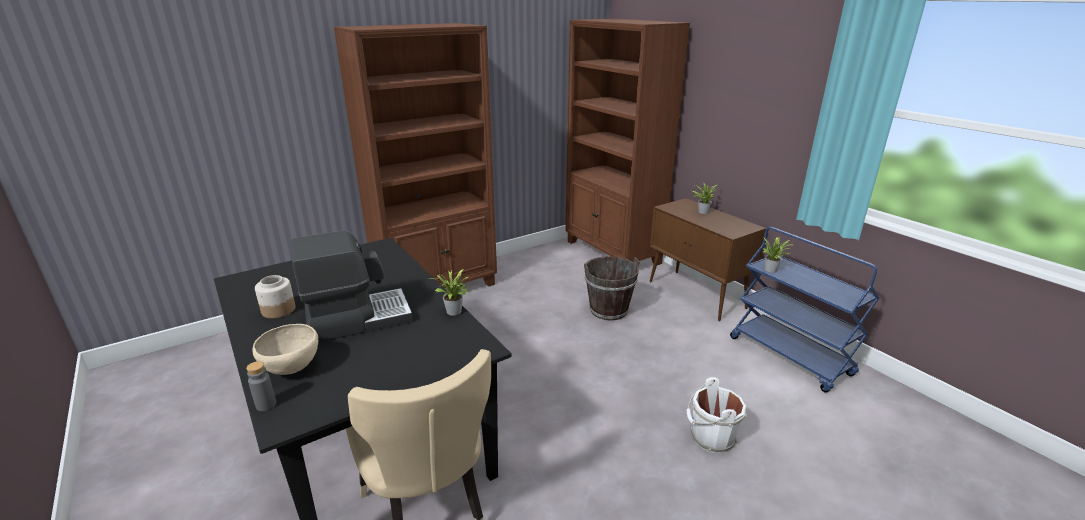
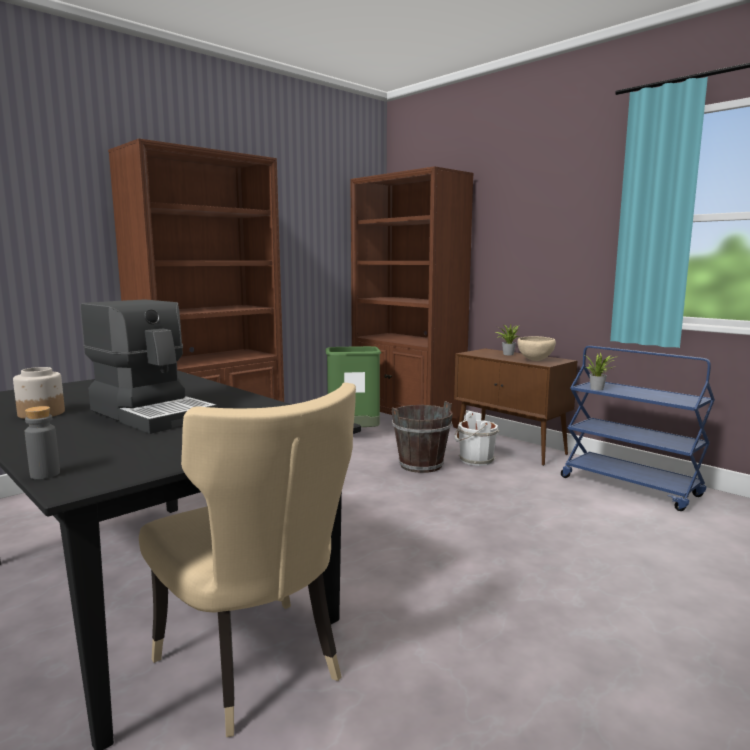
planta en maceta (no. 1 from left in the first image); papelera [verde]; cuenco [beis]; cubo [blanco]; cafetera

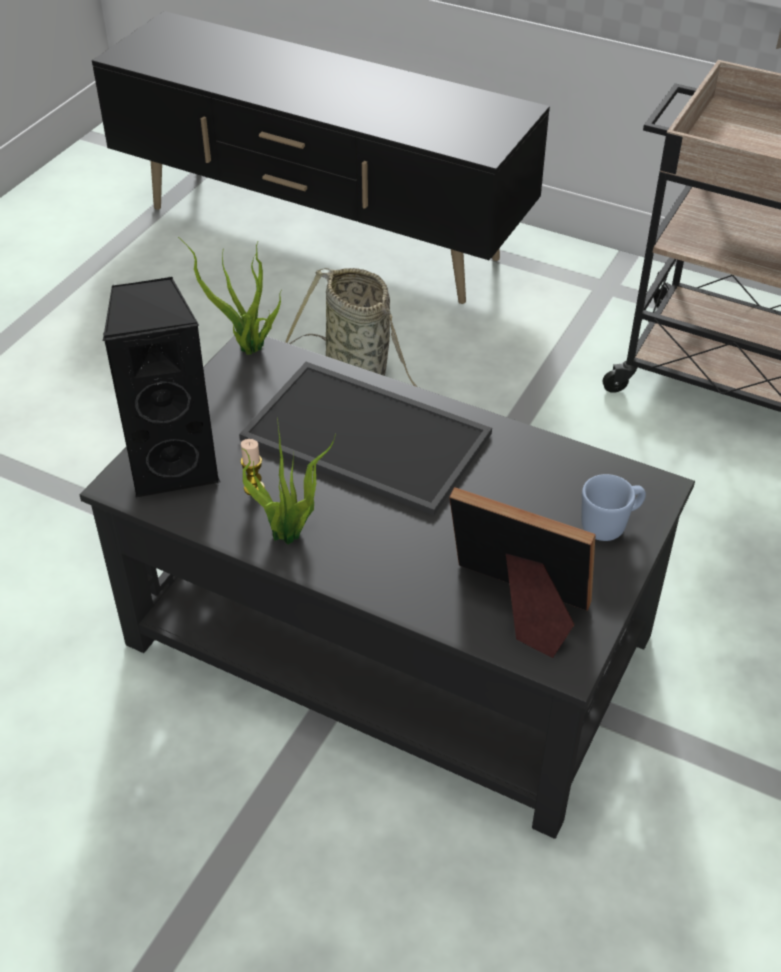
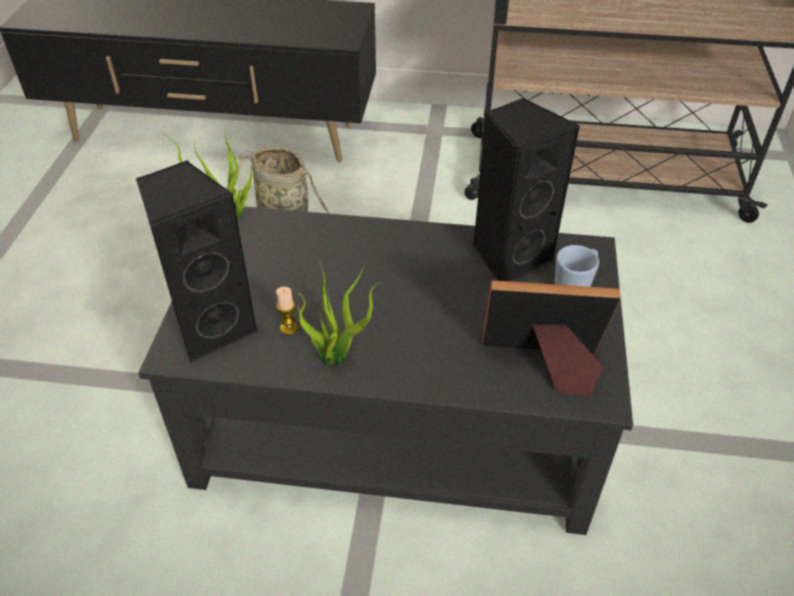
bandeja; altavoz [negro] (no. 2 from left)

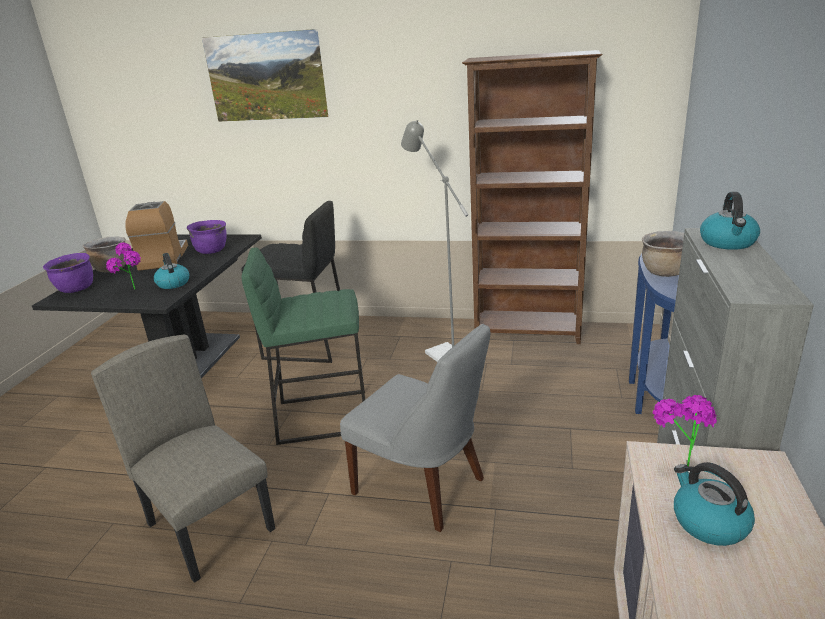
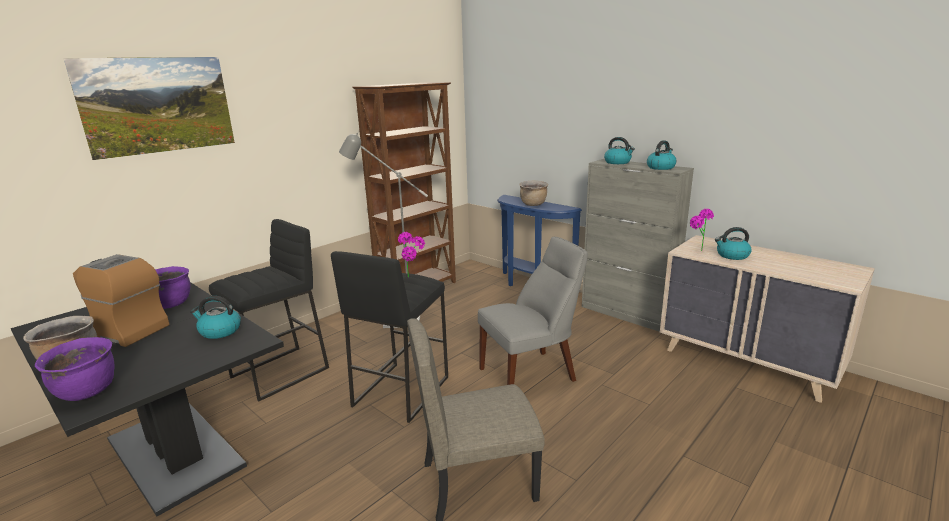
hervidor (no. 3 from left); planta en maceta (no. 1 from left); taburete [negro] (no. 2 from left)

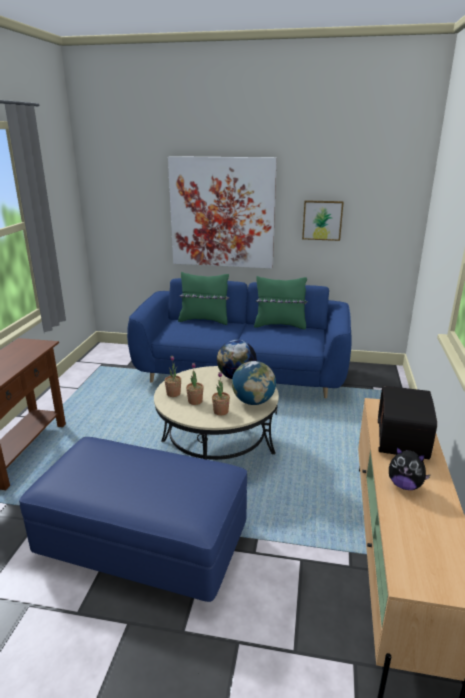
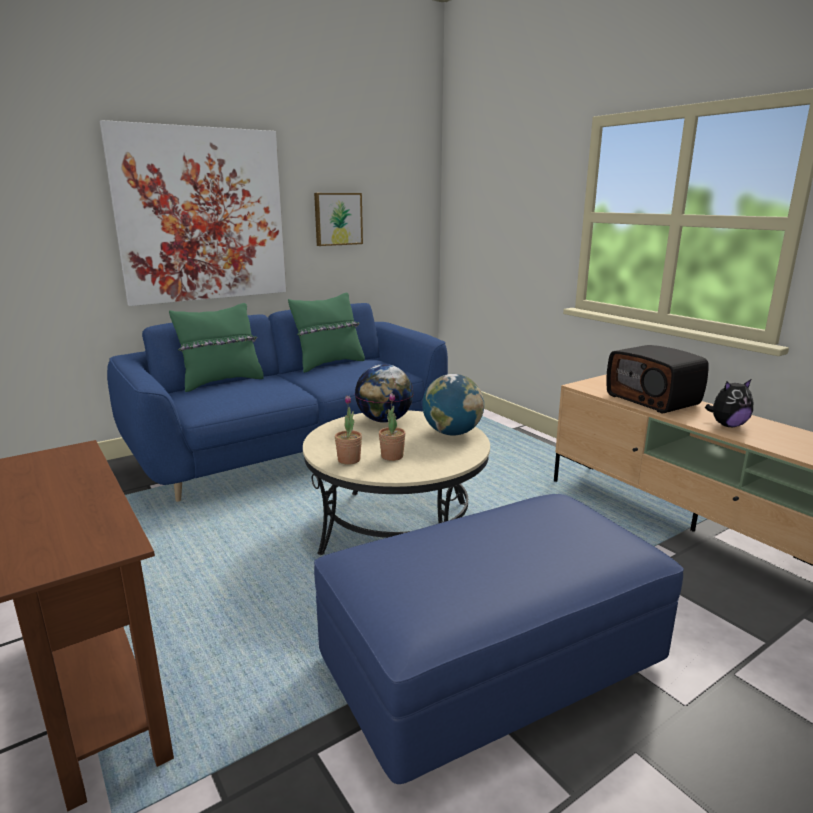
planta en maceta (no. 3 from left in the first image)

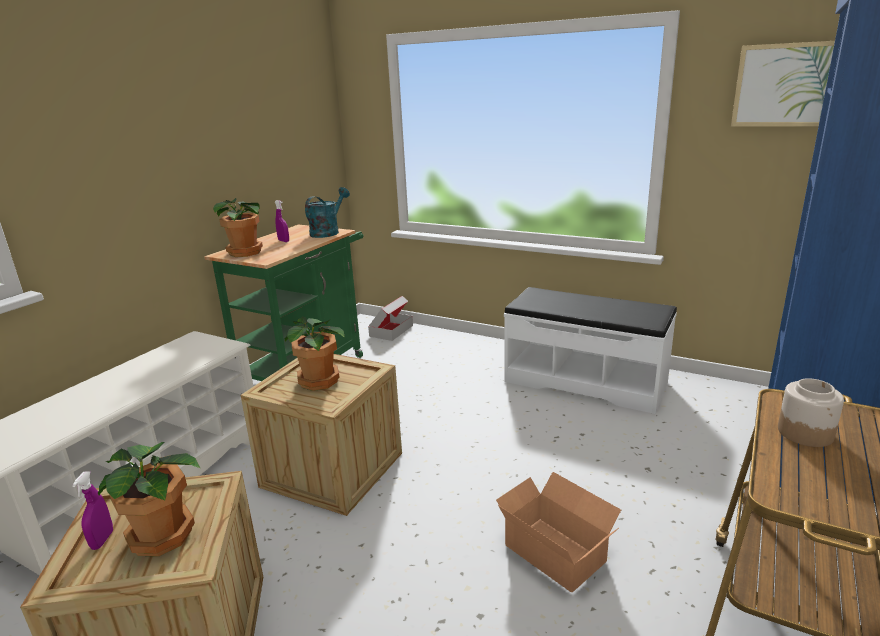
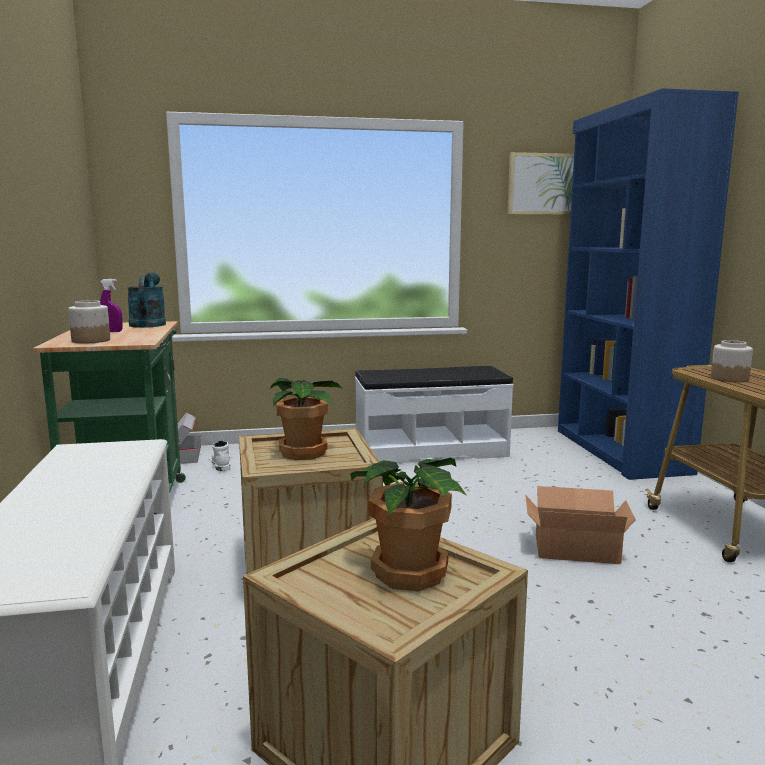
pulverizador [morado] (no. 1 from left in the first image); bota [blanco]; tarro (no. 1 from left)

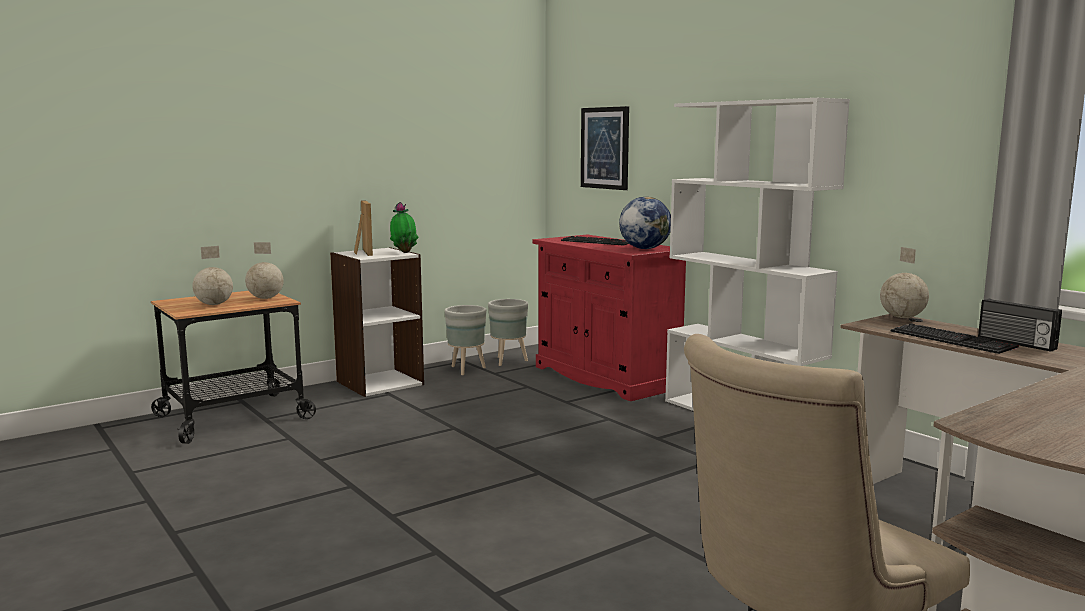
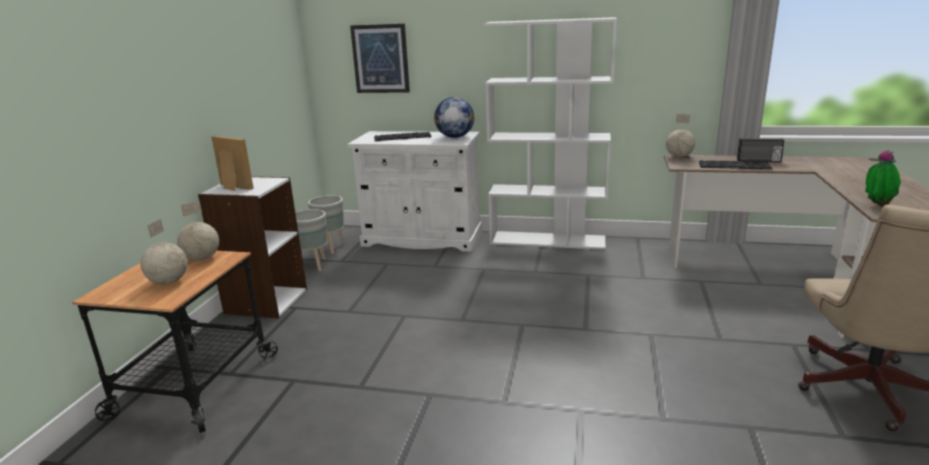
planta en maceta; armario [blanco]

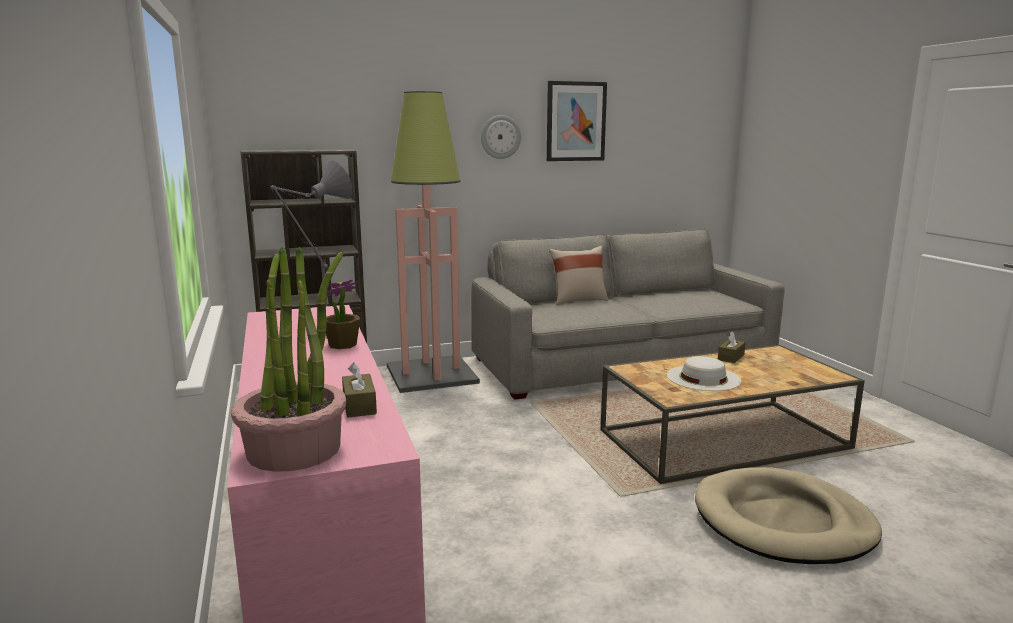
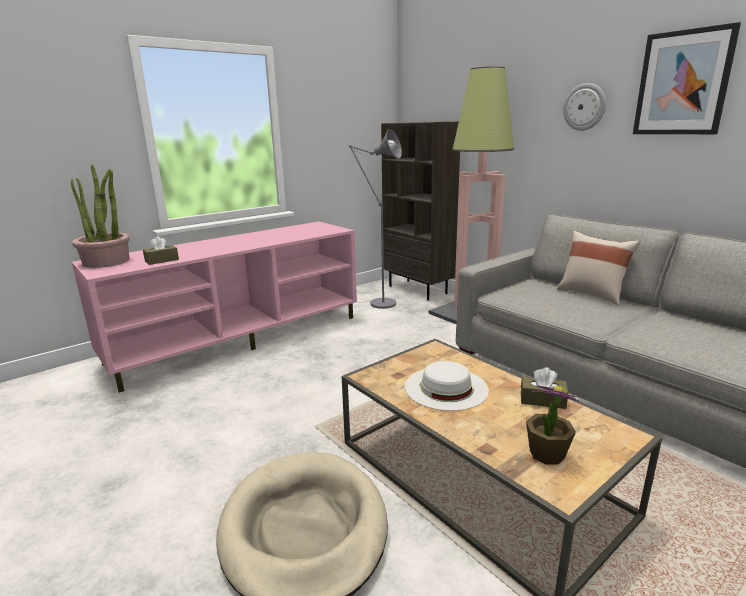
planta en maceta (no. 2 from left)

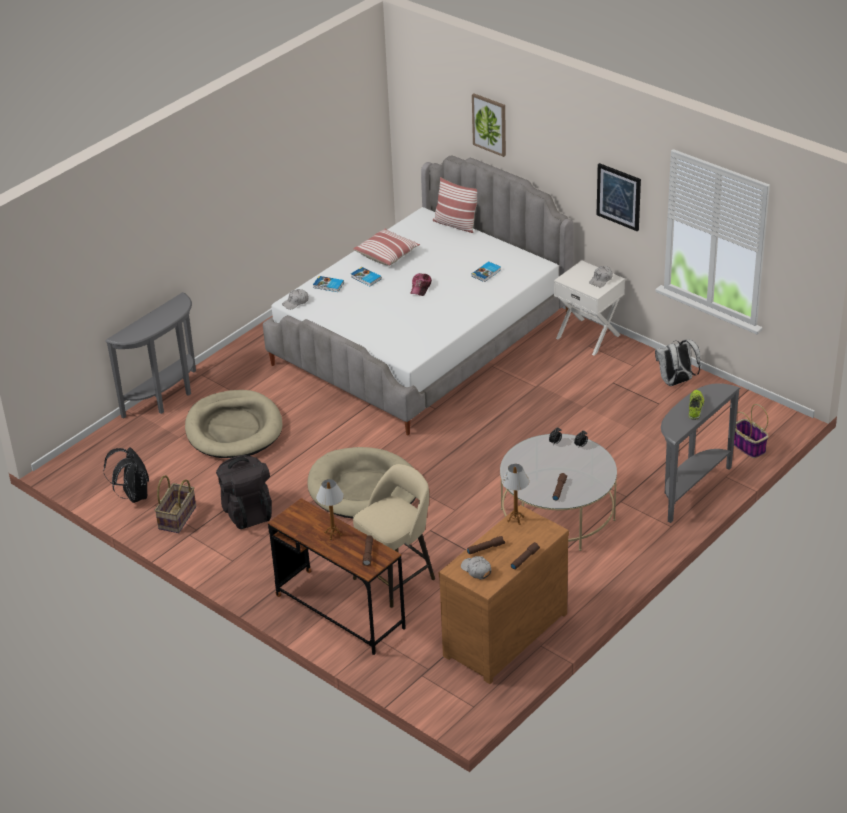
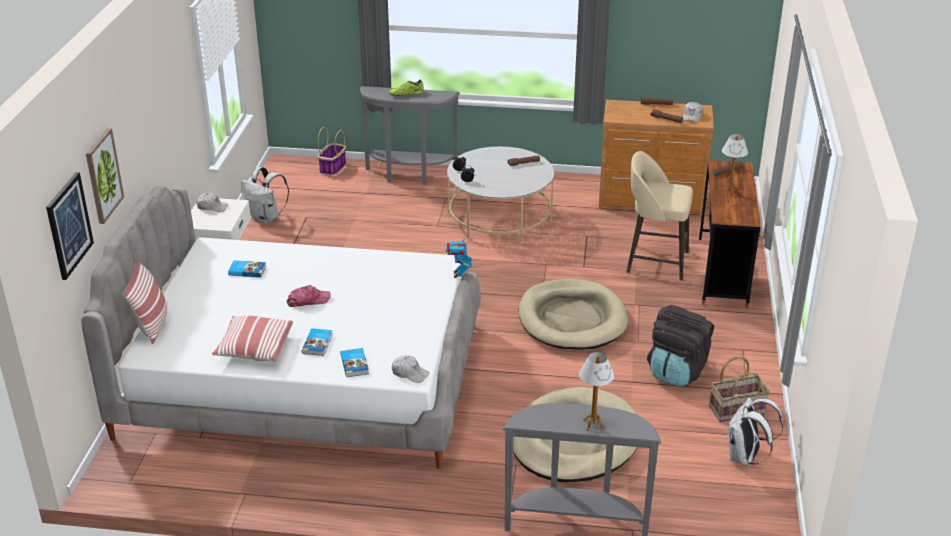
robot de juguete; lámpara de mesa (no. 1 from left); cuadro (no. 1 from left); mochila [blanco] (no. 2 from left)

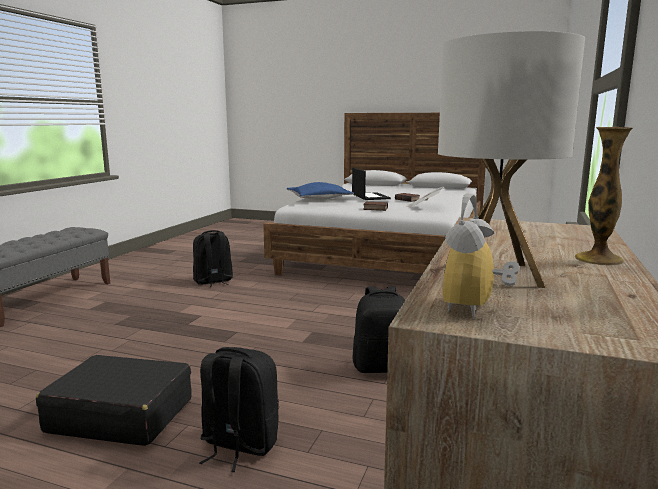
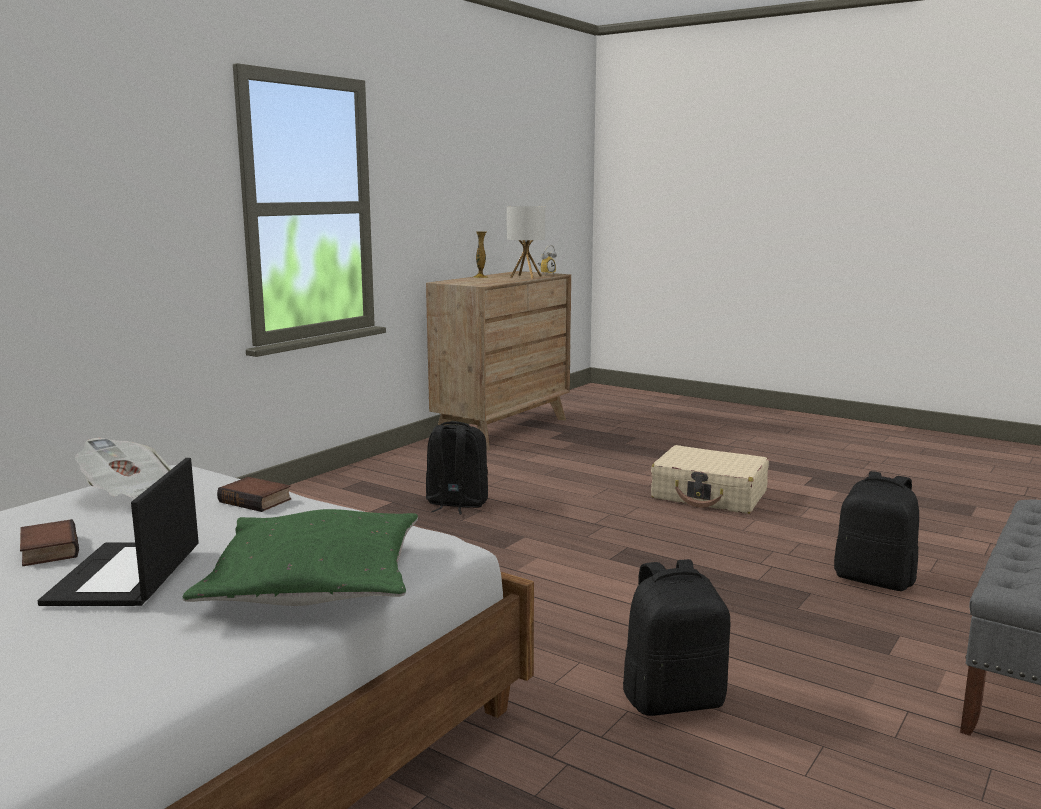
mochila [negro] (no. 3 from left); maleta [beis]; cojín [verde]

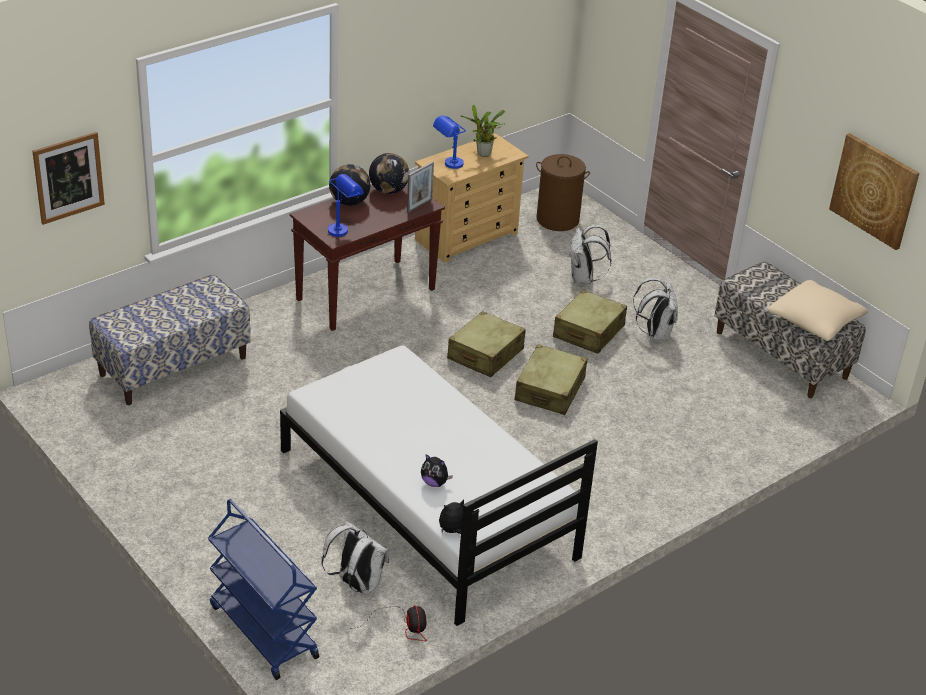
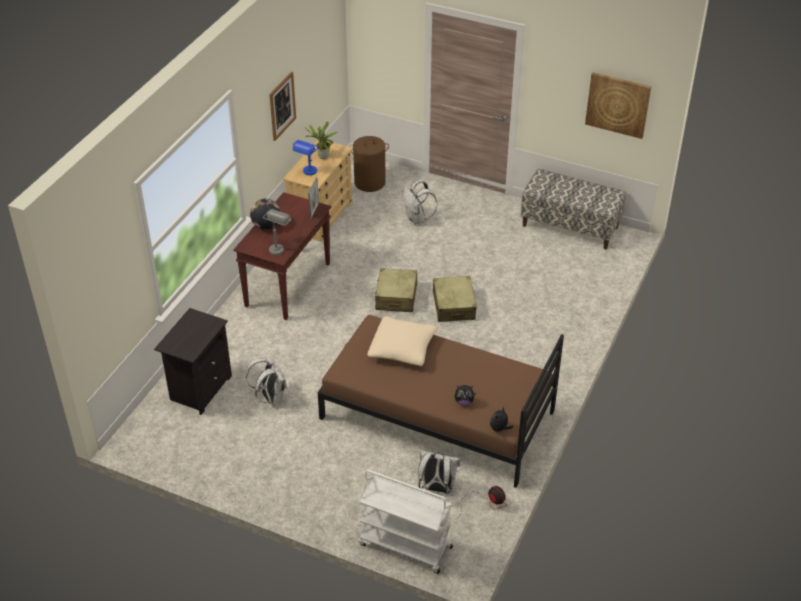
globo terráqueo (no. 2 from left in the first image); maleta [beis] (no. 3 from left in the first image); cuadro (no. 1 from left); mochila [blanco] (no. 1 from left); cojín [beis]; mesita de noche [negro]; carrito [blanco]; cama [marrón]; lámpara de mesa [gris]

